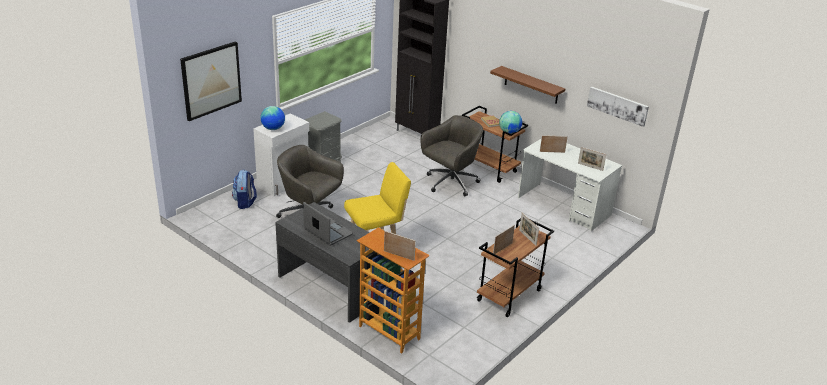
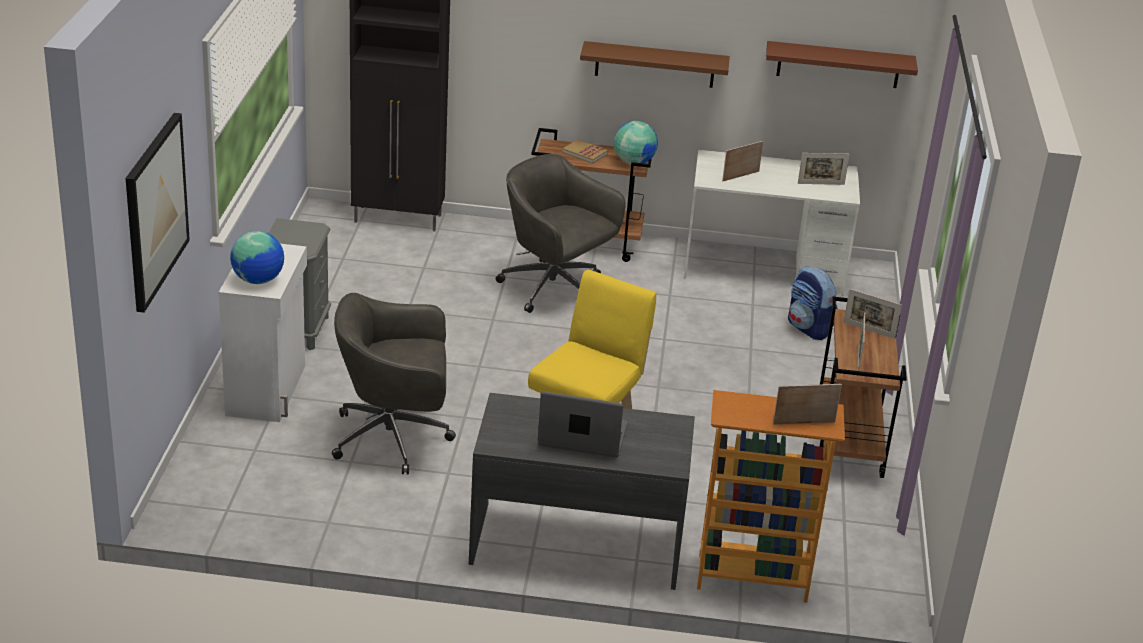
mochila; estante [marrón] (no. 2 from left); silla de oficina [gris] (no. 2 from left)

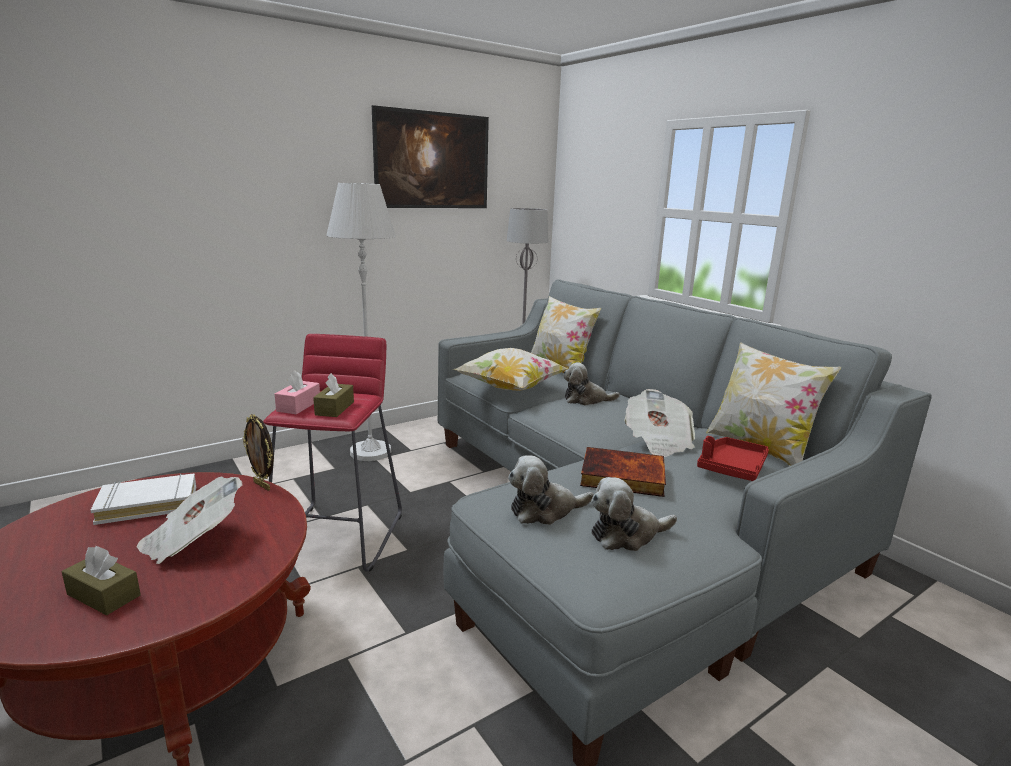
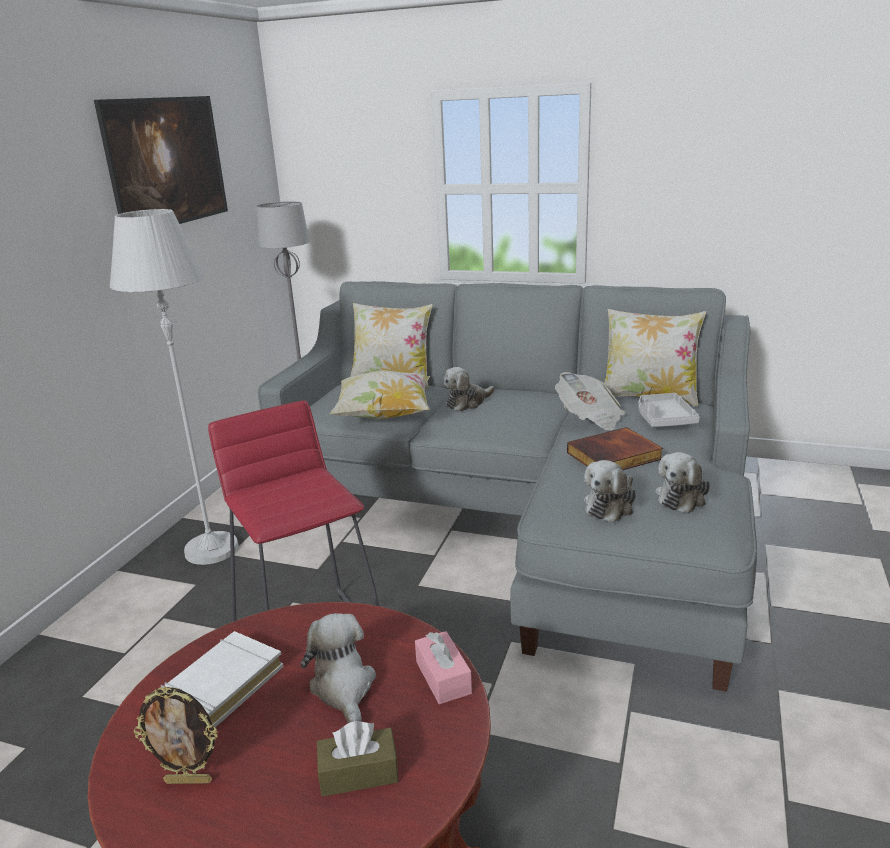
caja de pañuelos [marrón] (no. 2 from left in the first image); portarretratos; caja de pañuelos [rosa]; peluche (no. 1 from left); bandeja [gris]

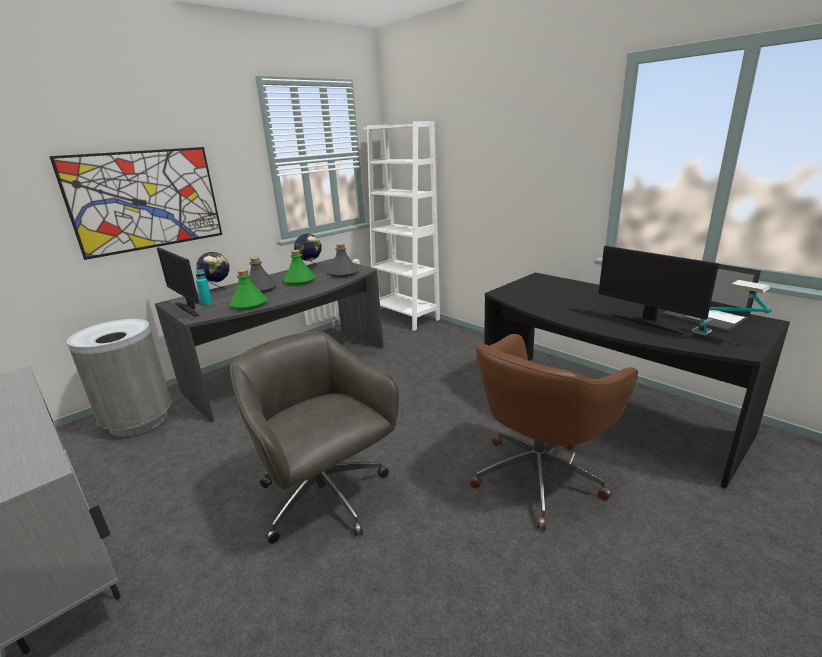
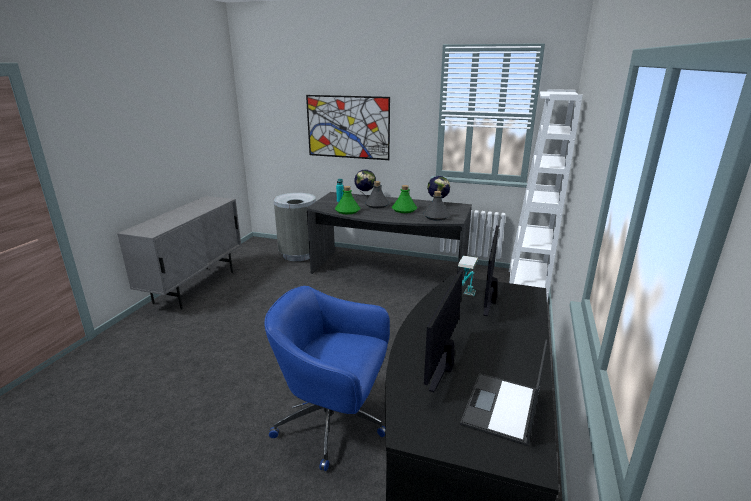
silla de oficina [gris]; monitor (no. 2 from left); lámpara de mesa; silla de oficina [azul]

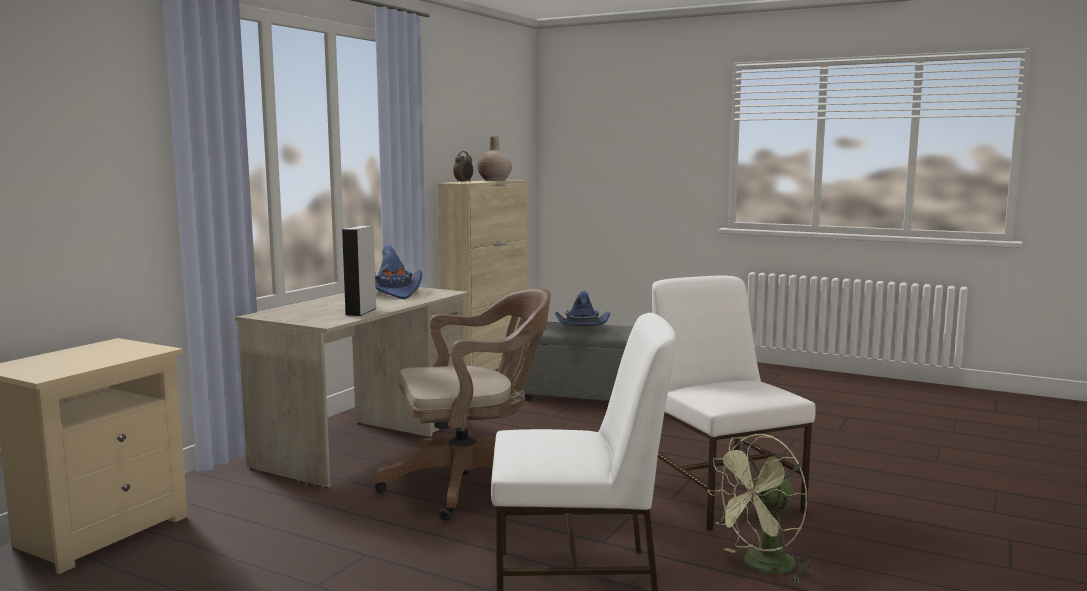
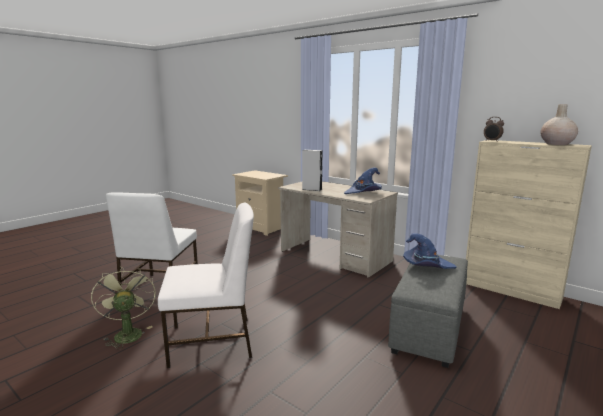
silla de oficina [marrón]

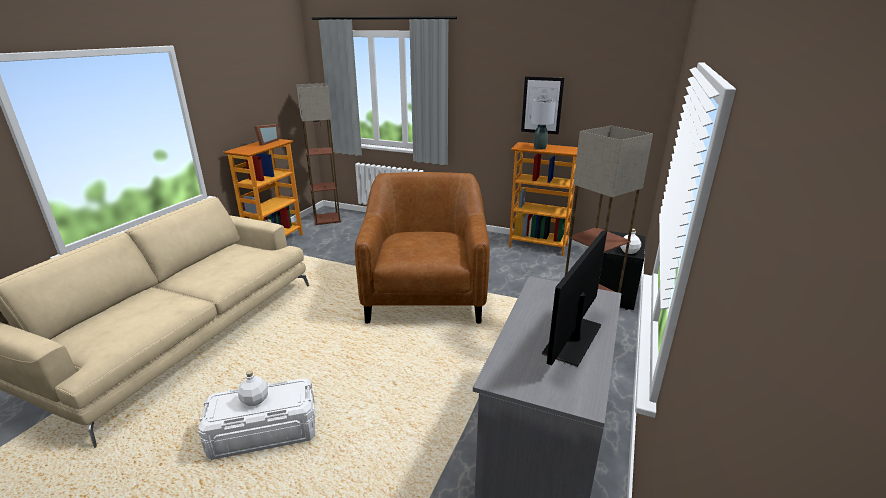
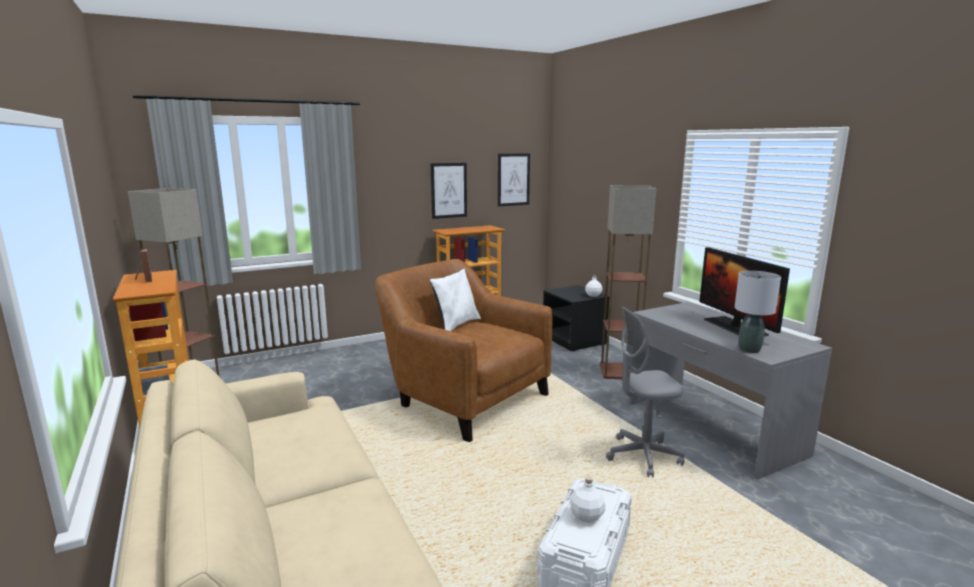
cojín [blanco]; cuadro (no. 2 from left); silla de oficina [gris]; lámpara de mesa [gris]

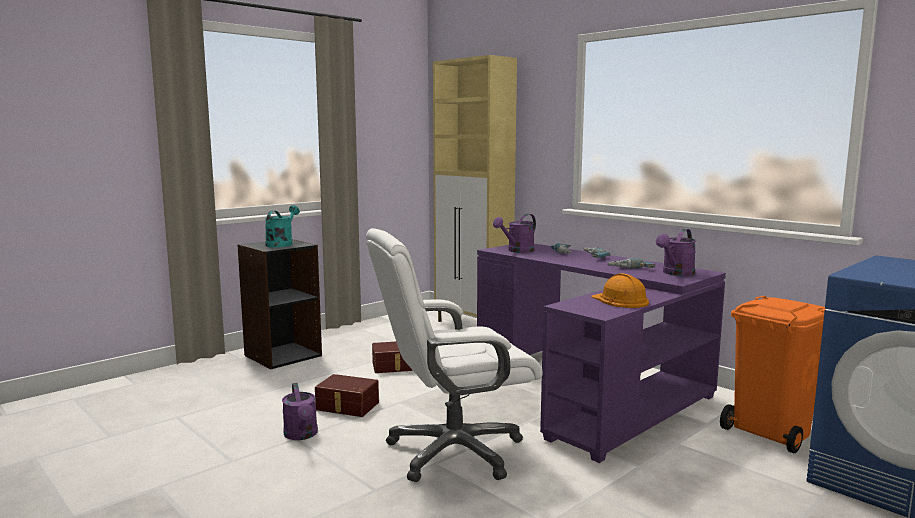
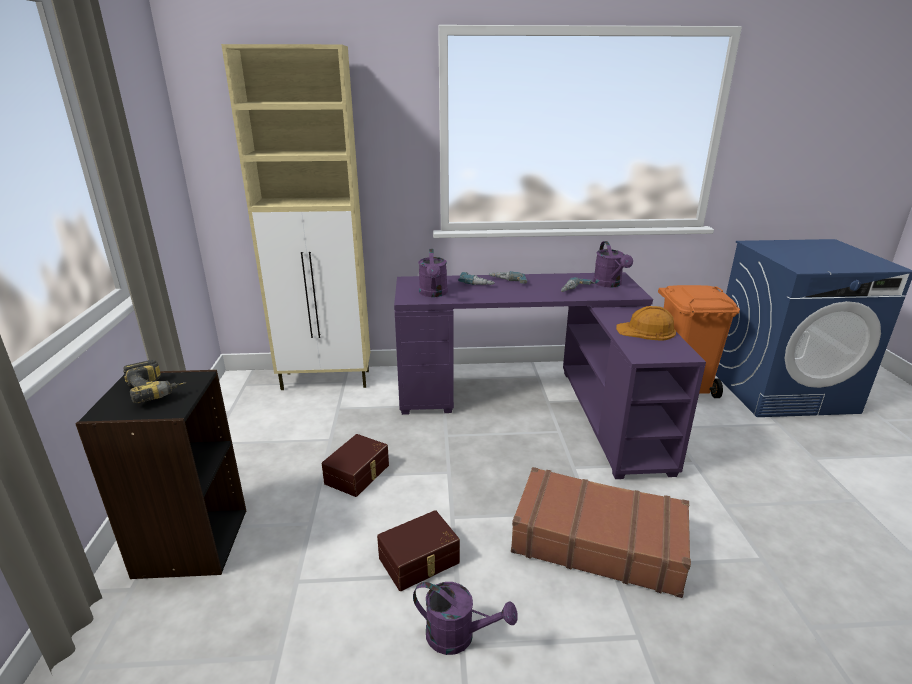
taladro (no. 1 from left); maleta [marrón]

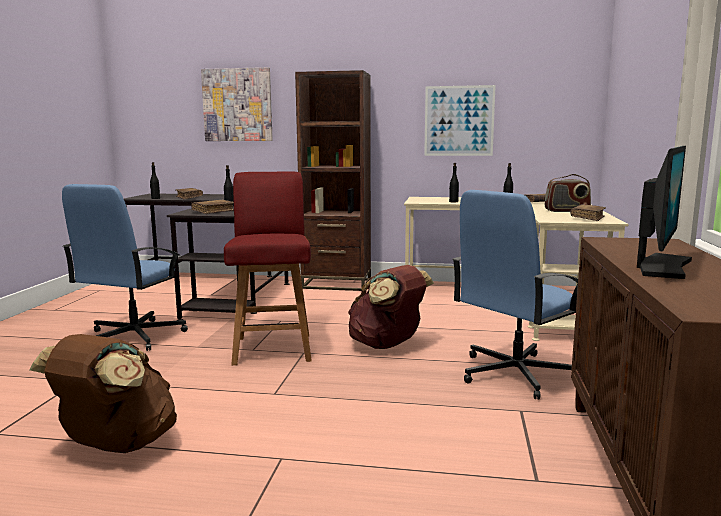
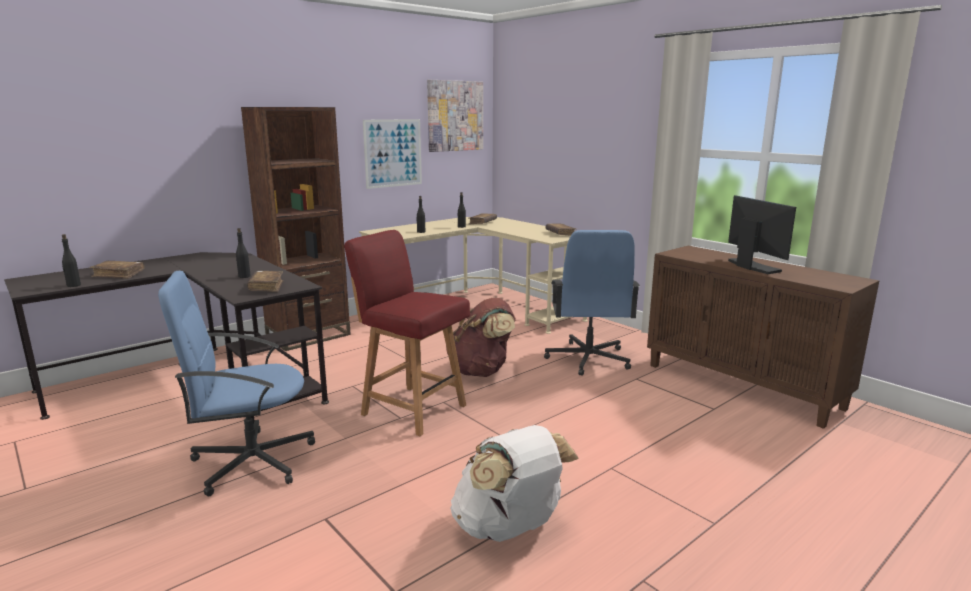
radio; cuadro (no. 2 from left); mochila [blanco]; silla de oficina [azul] (no. 1 from left)

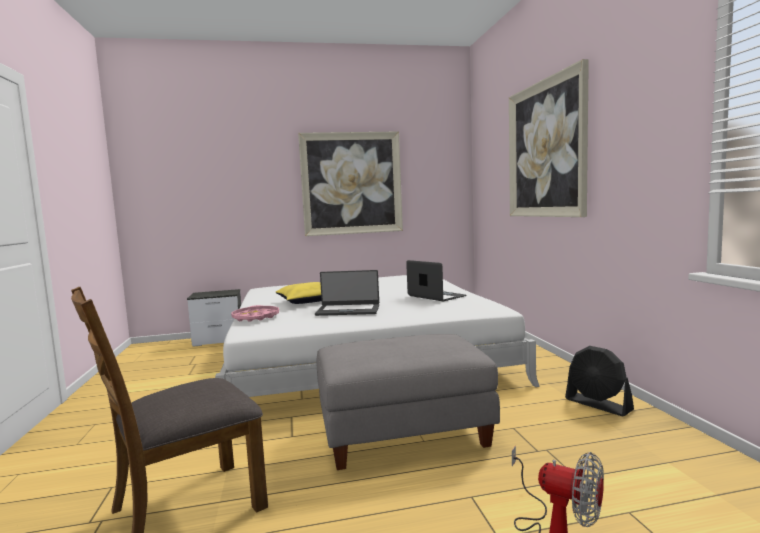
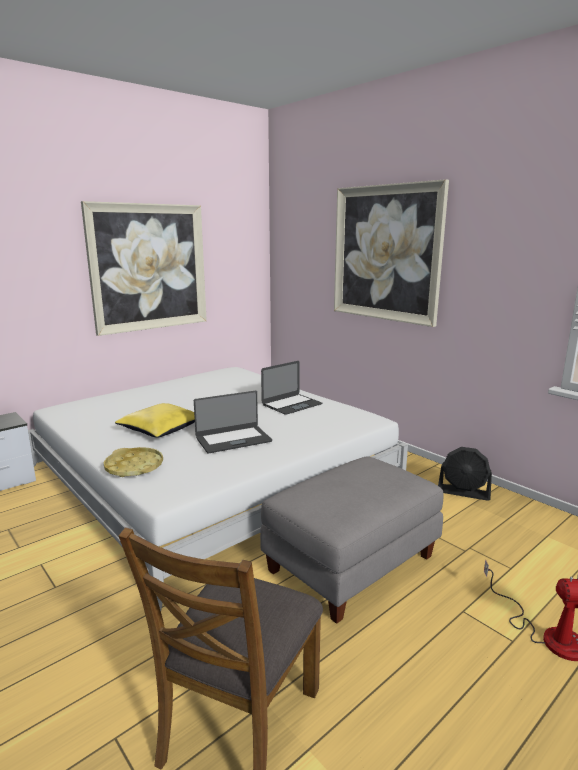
bandeja [amarillo]; portátil (no. 2 from left)

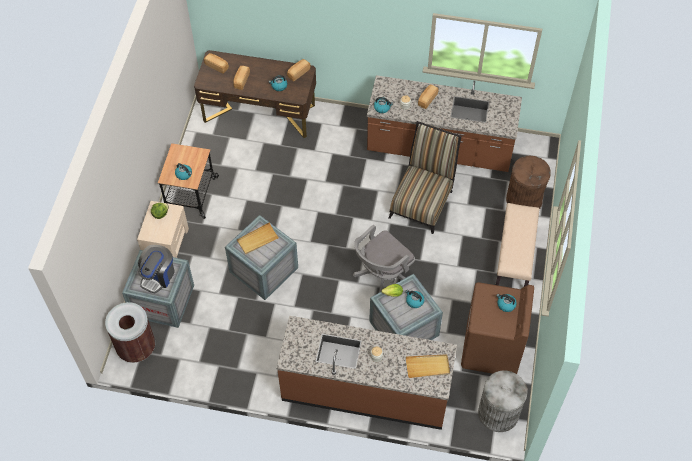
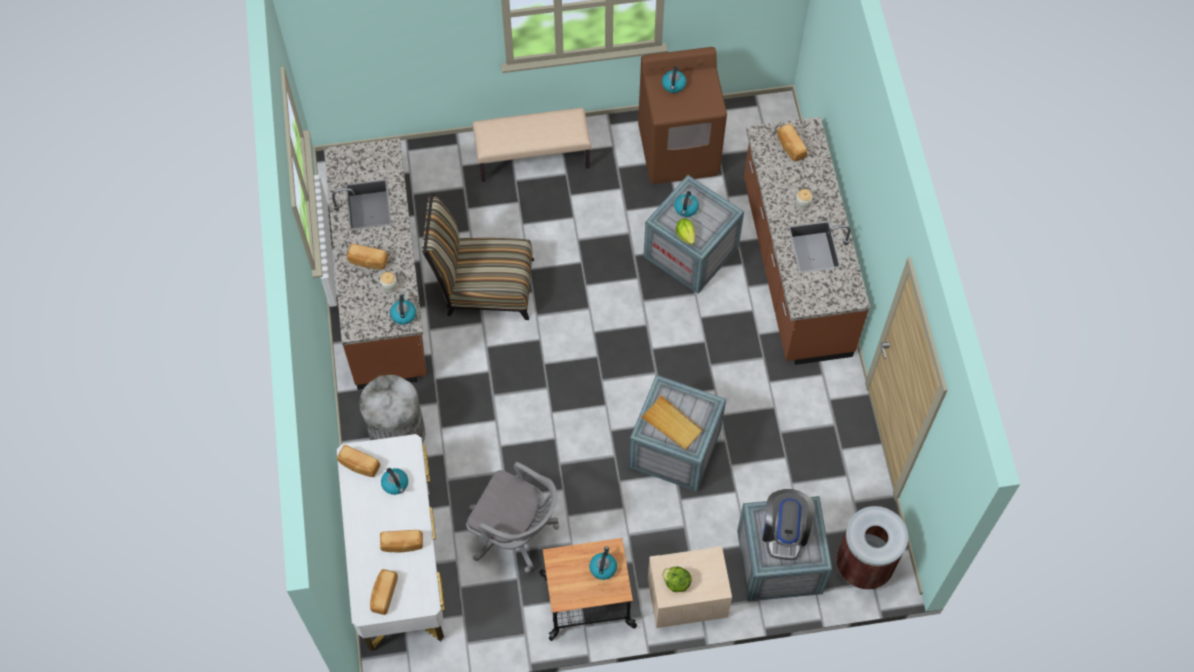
papelera [marrón] (no. 2 from left in the first image); silla de oficina [gris]; papelera [gris]; pan (no. 5 from left); escritorio [blanco]; cafetera

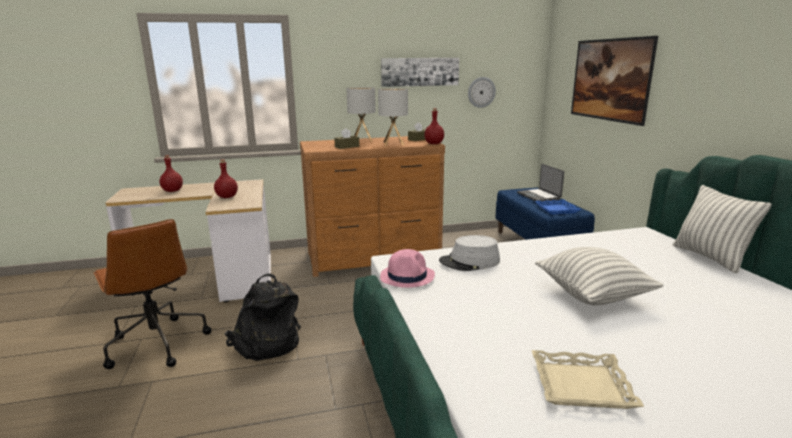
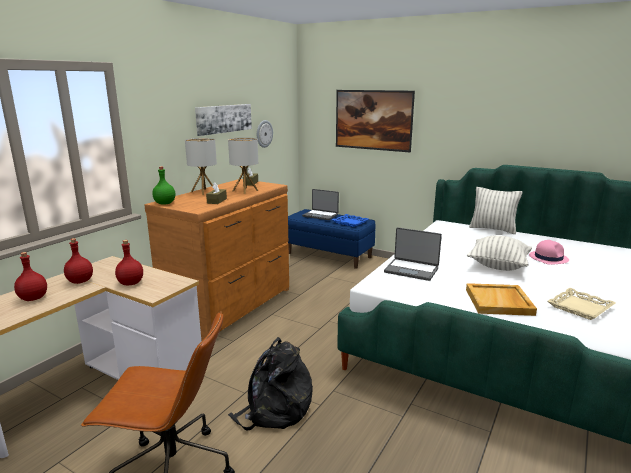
botella [verde]; bandeja [beis] (no. 1 from left); sombrero [rosa]; botella [rojo] (no. 2 from left); portátil (no. 2 from left)

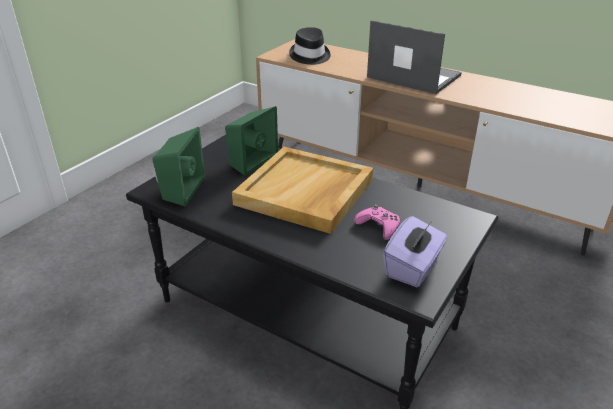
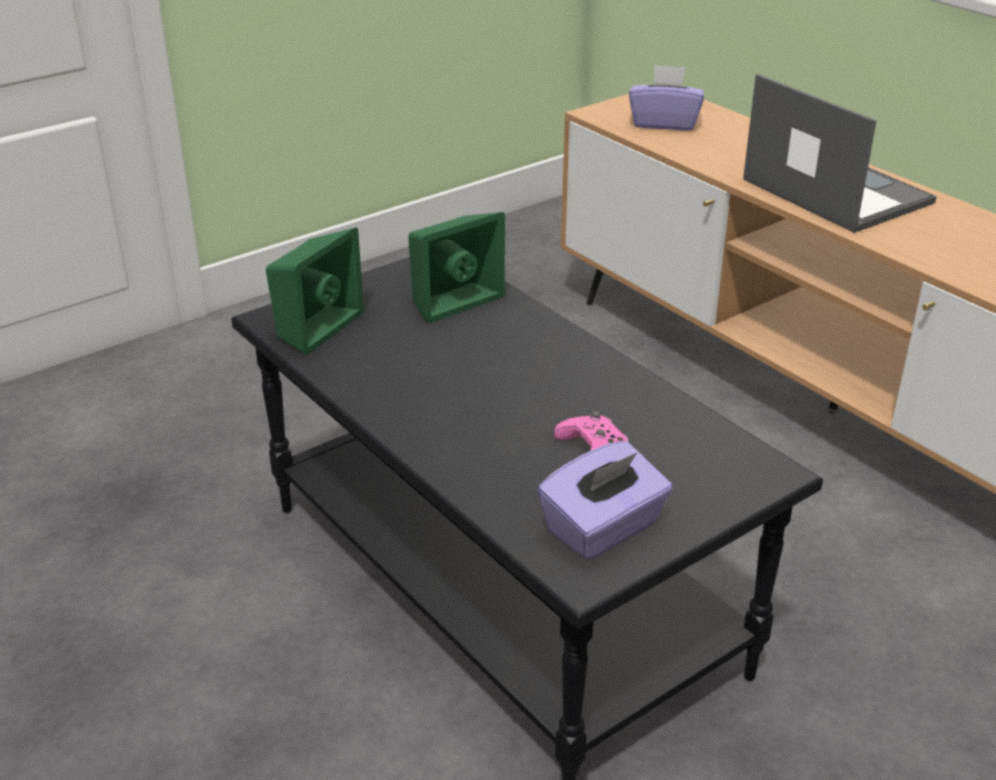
bandeja [beis]; caja de pañuelos [morado] (no. 2 from left)

